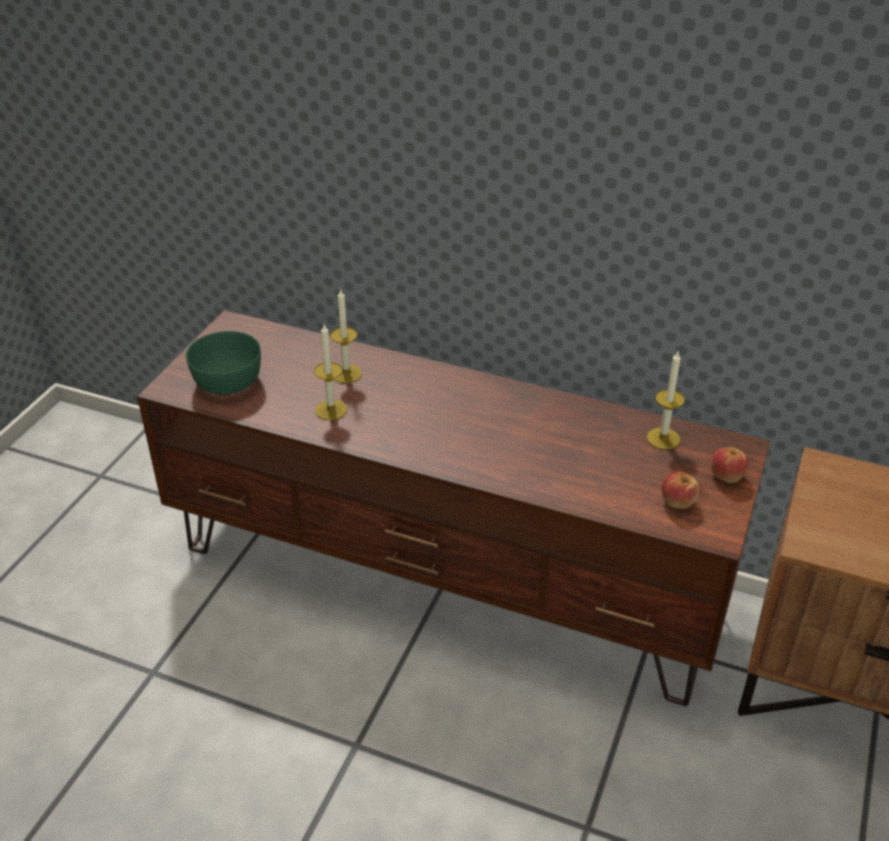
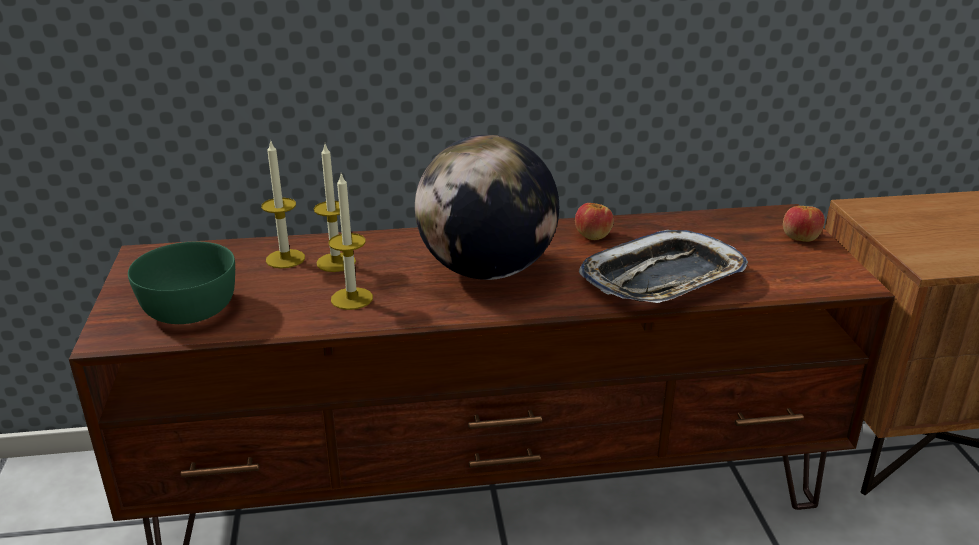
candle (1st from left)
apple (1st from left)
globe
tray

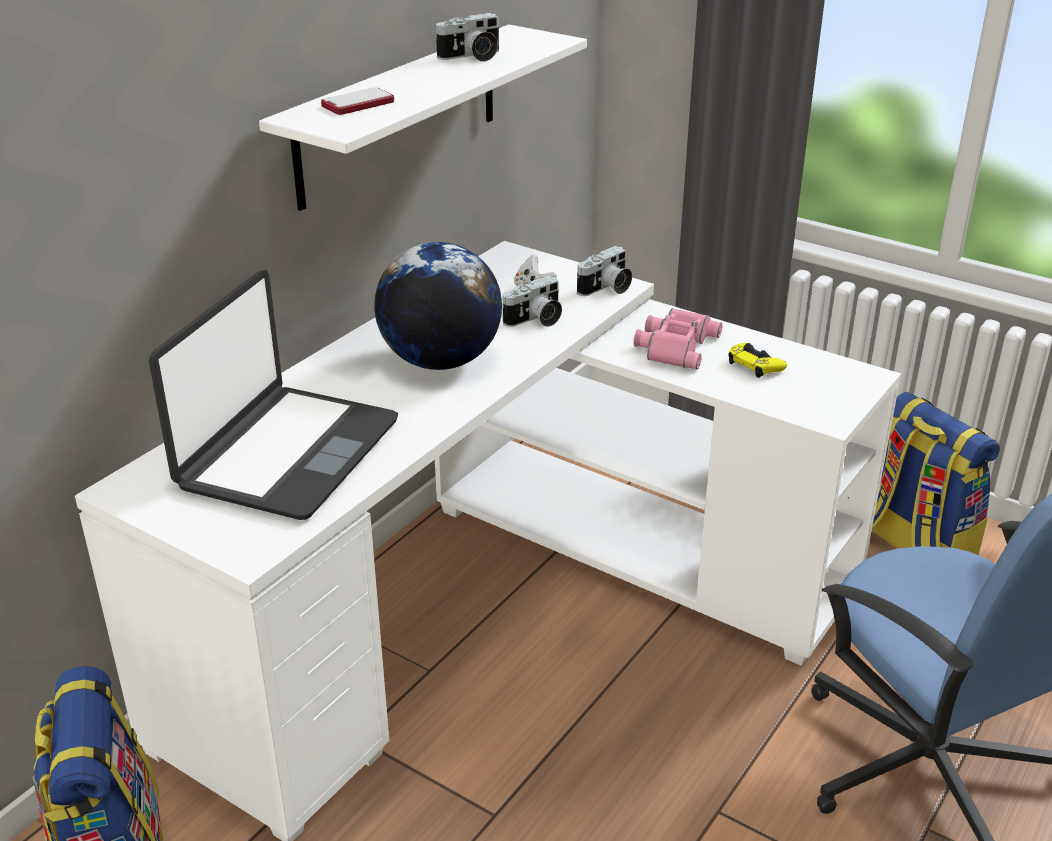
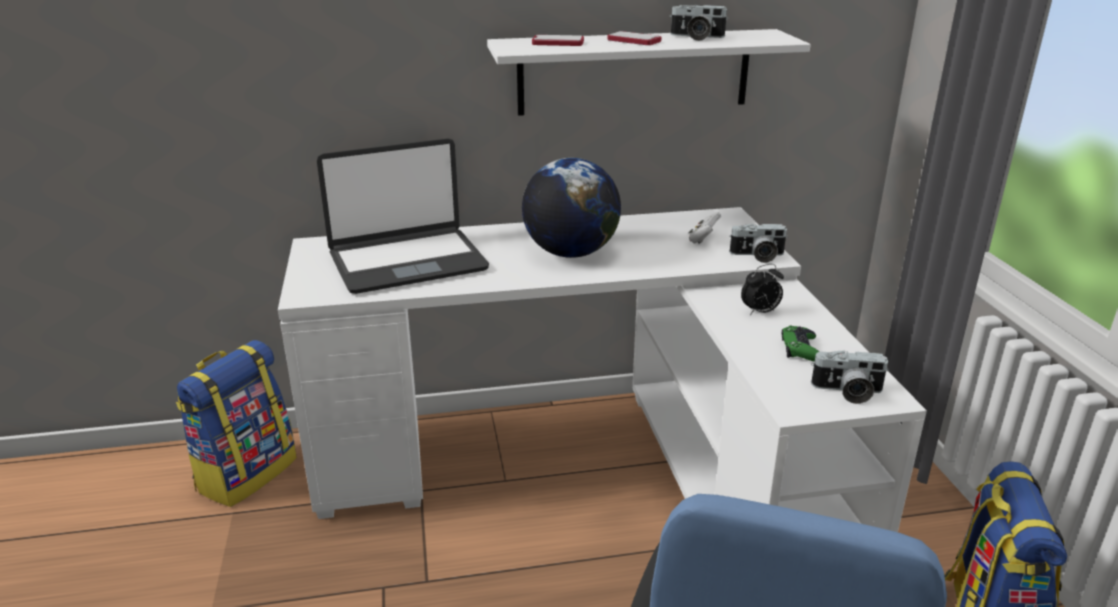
photo camera (3rd from left)
alarm clock
green game controller
phone (2nd from left)

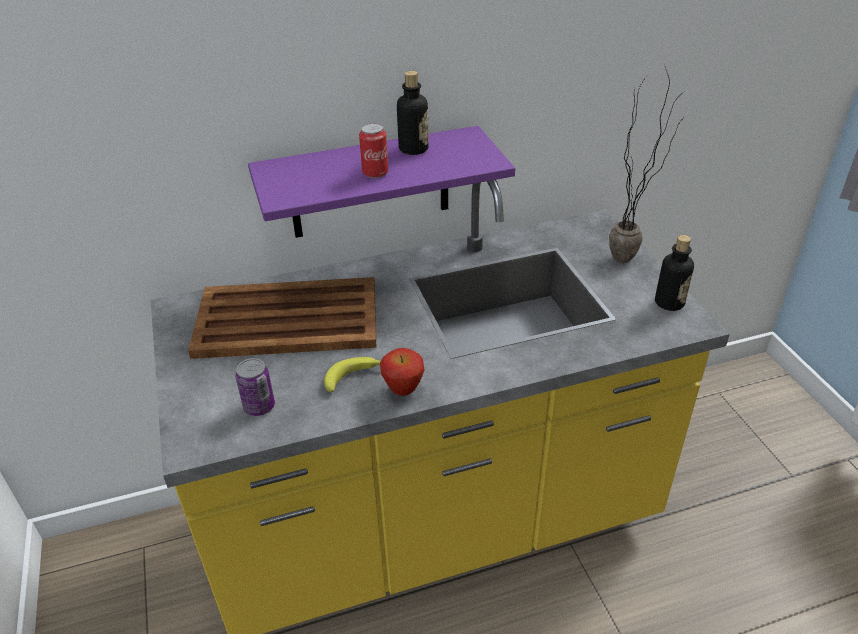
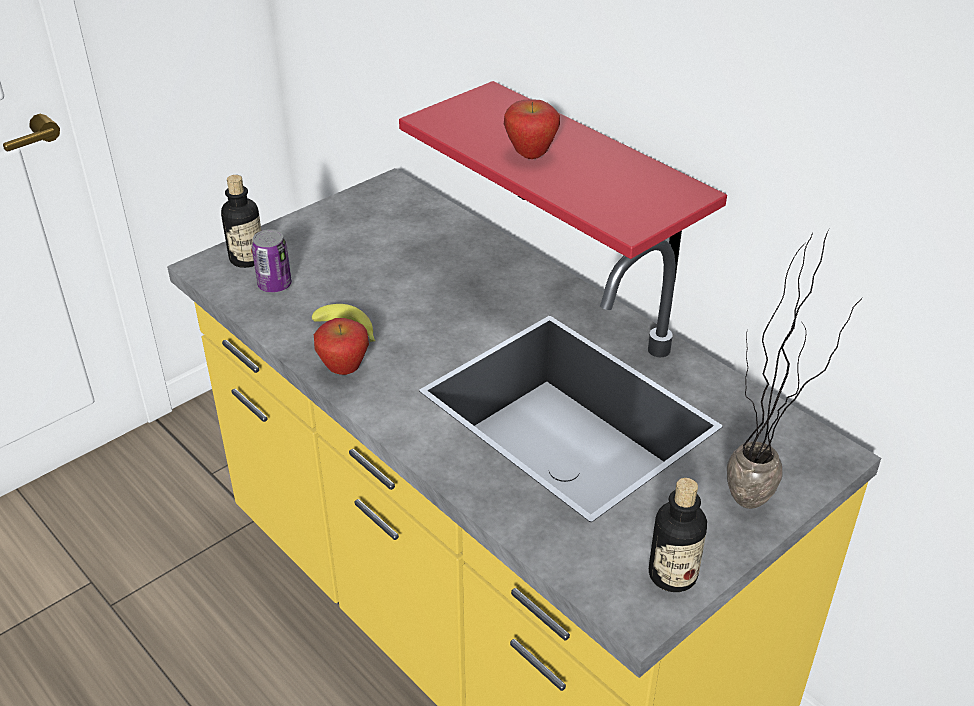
brown tray
red shelf
apple (2nd from left)
bottle (1st from left)

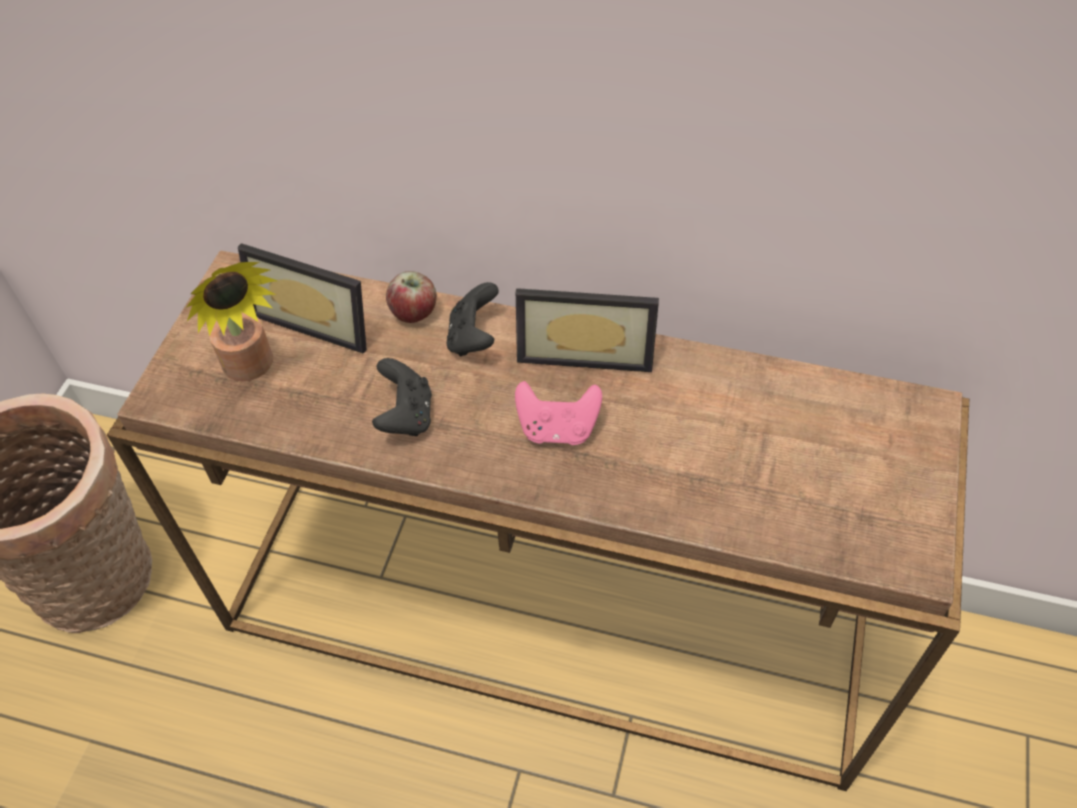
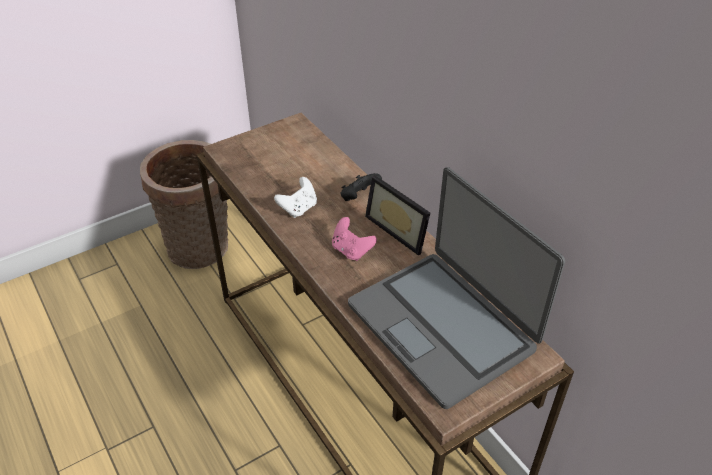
potted plant
picture frame (1st from left in the first image)
white game controller
apple
laptop

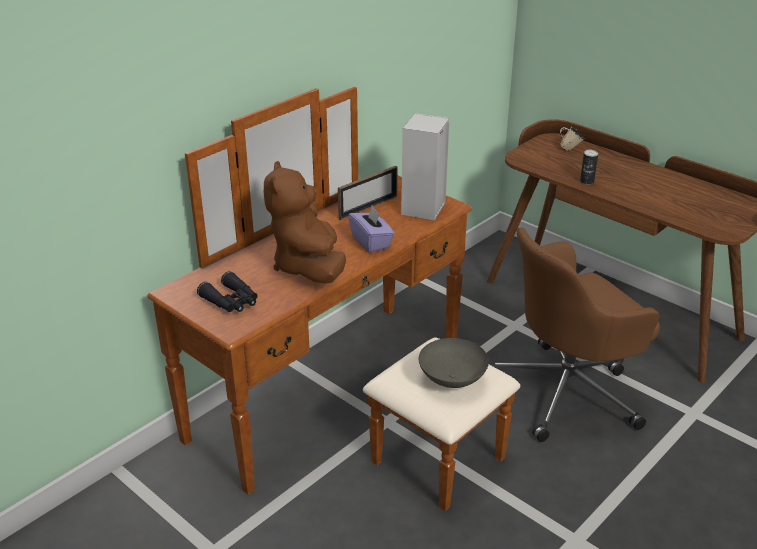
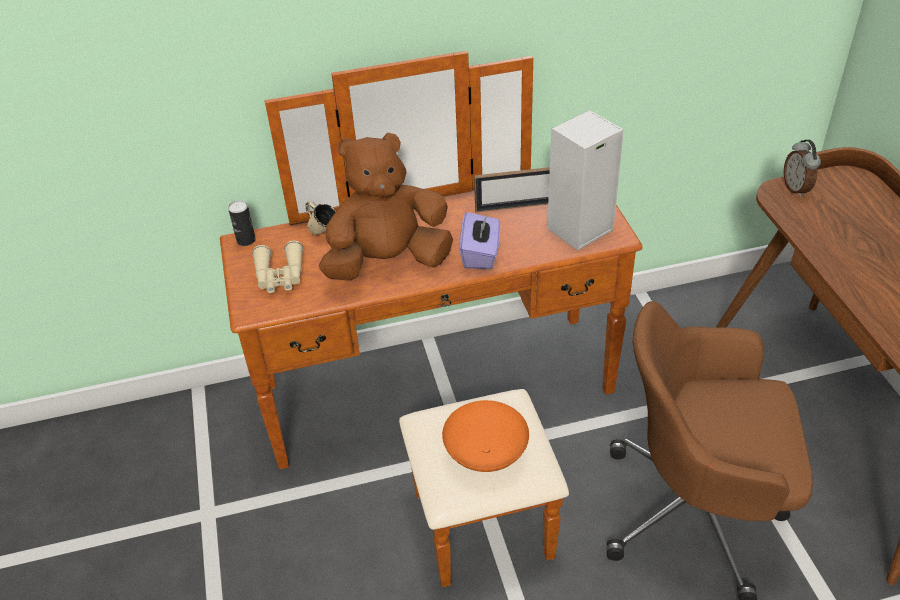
beige binoculars
brown plush toy
orange bowl
beige mug
can
alarm clock

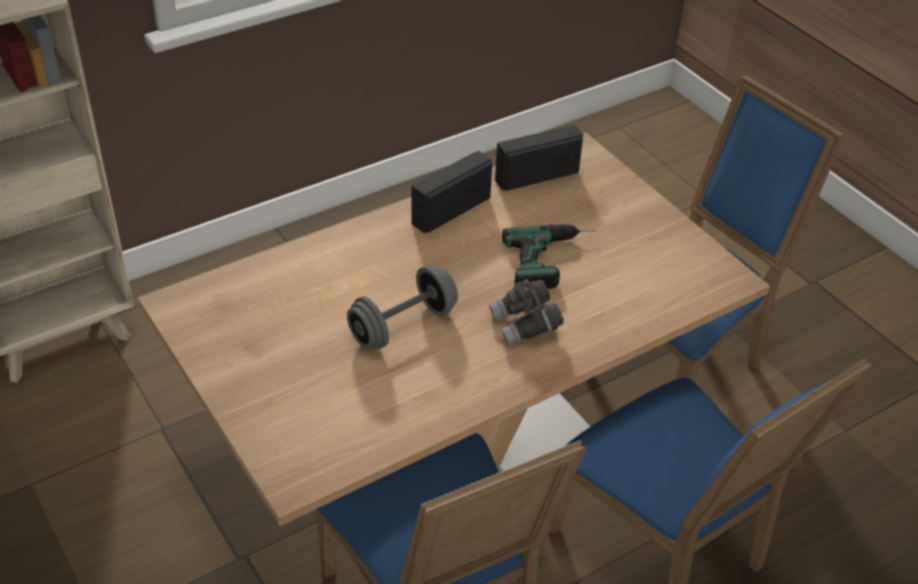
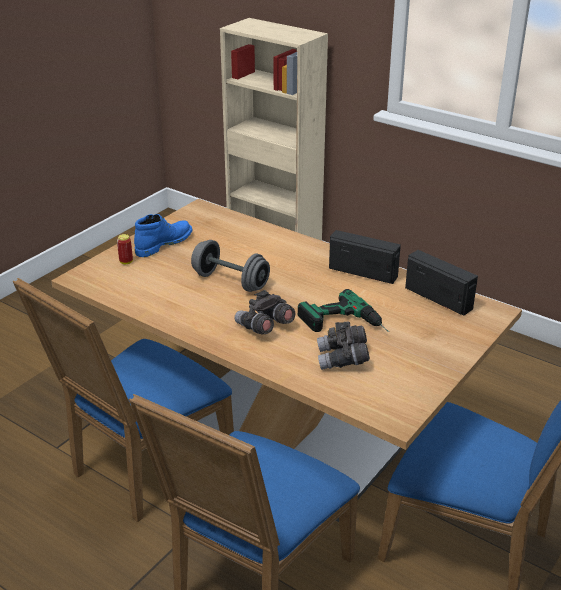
can
blue boot
grey binoculars (2nd from left)

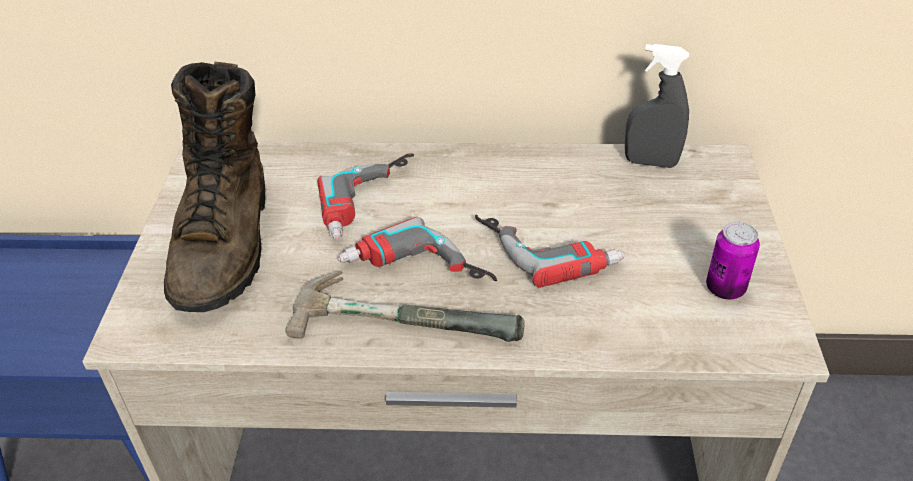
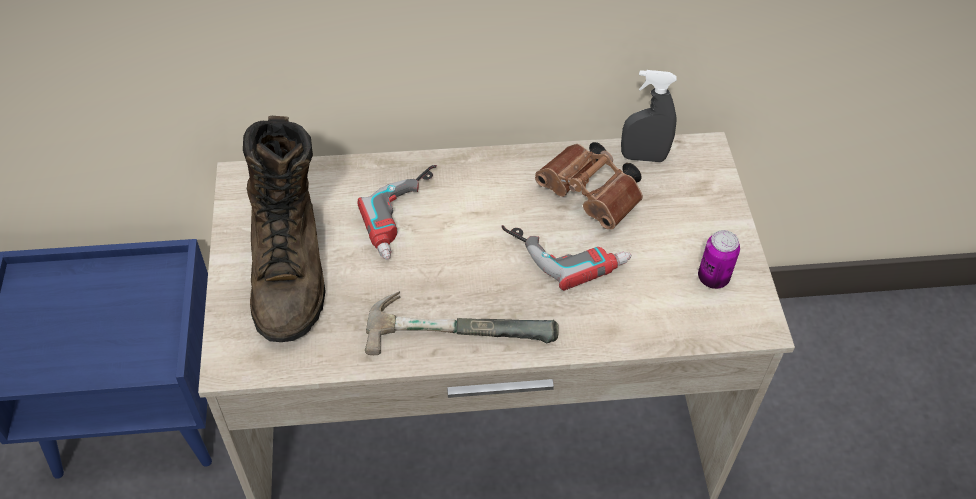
power drill (2nd from left in the first image)
brown binoculars

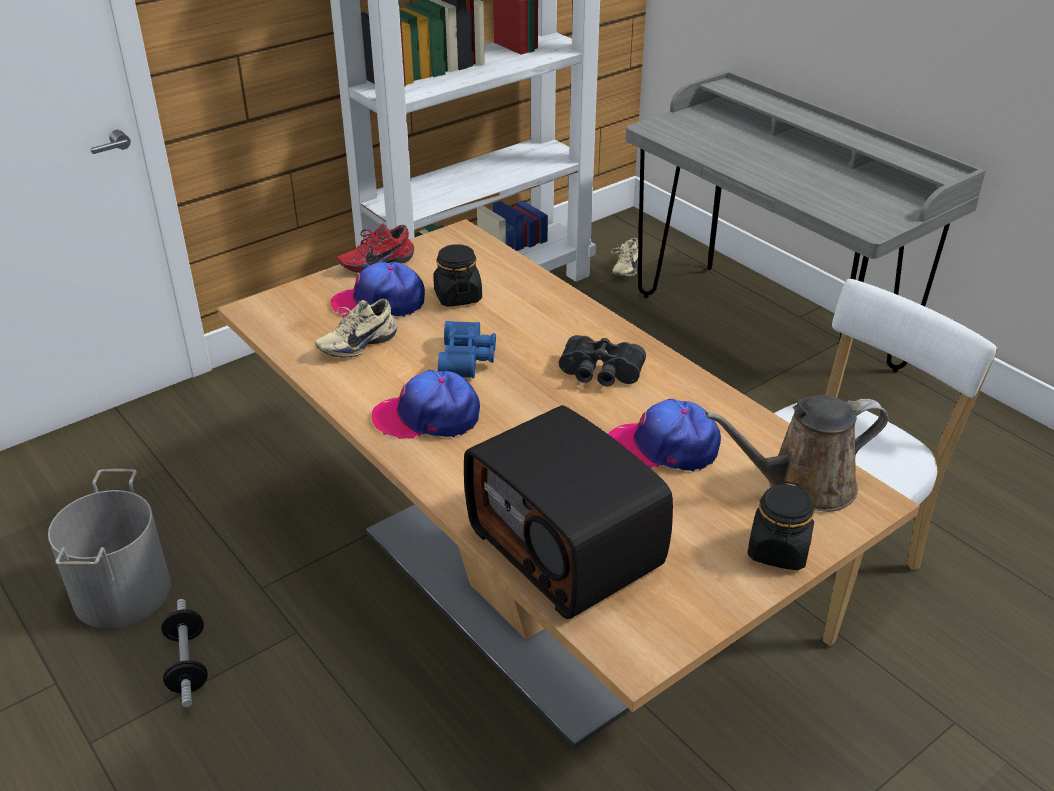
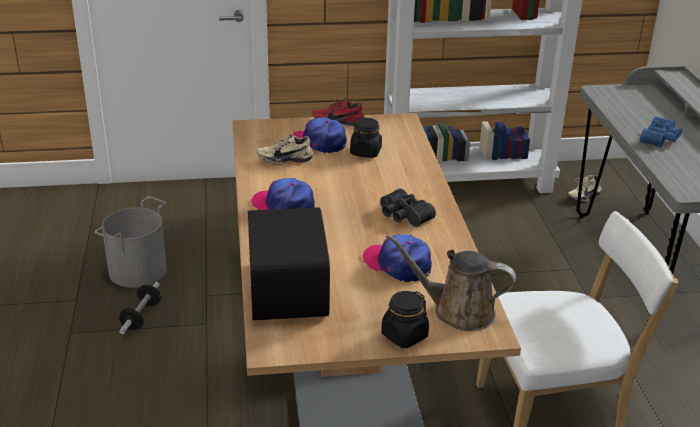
blue binoculars

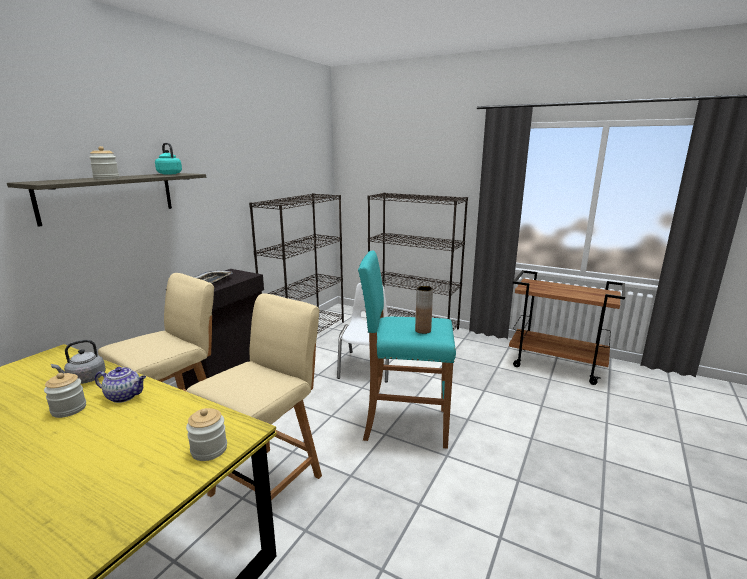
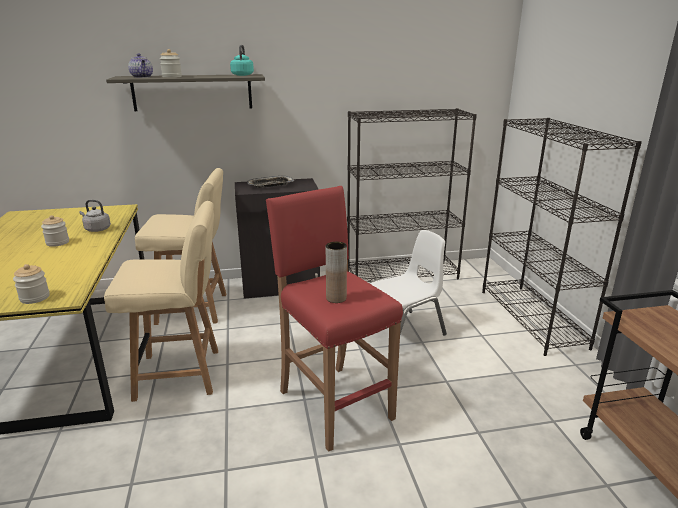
teapot
red stool

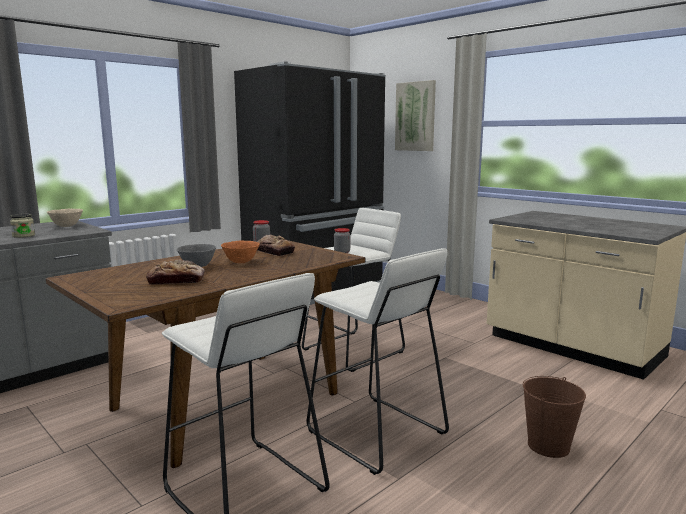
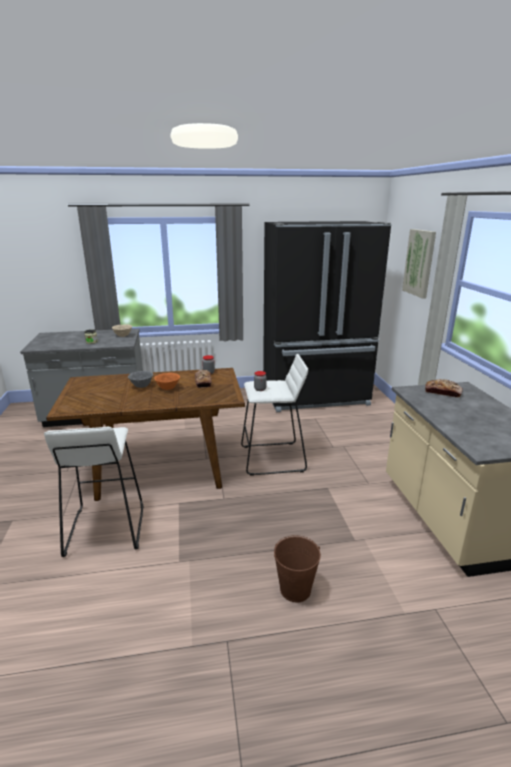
bread (2nd from left)
white stool (3rd from left in the first image)

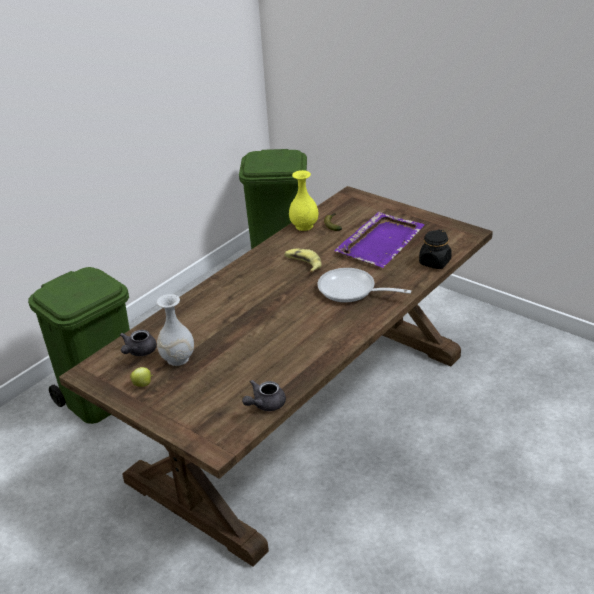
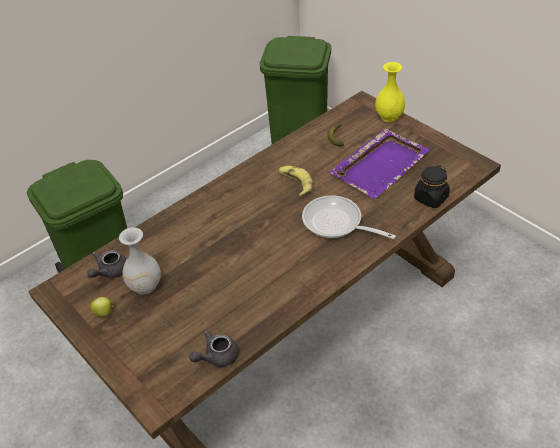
yellow vase

